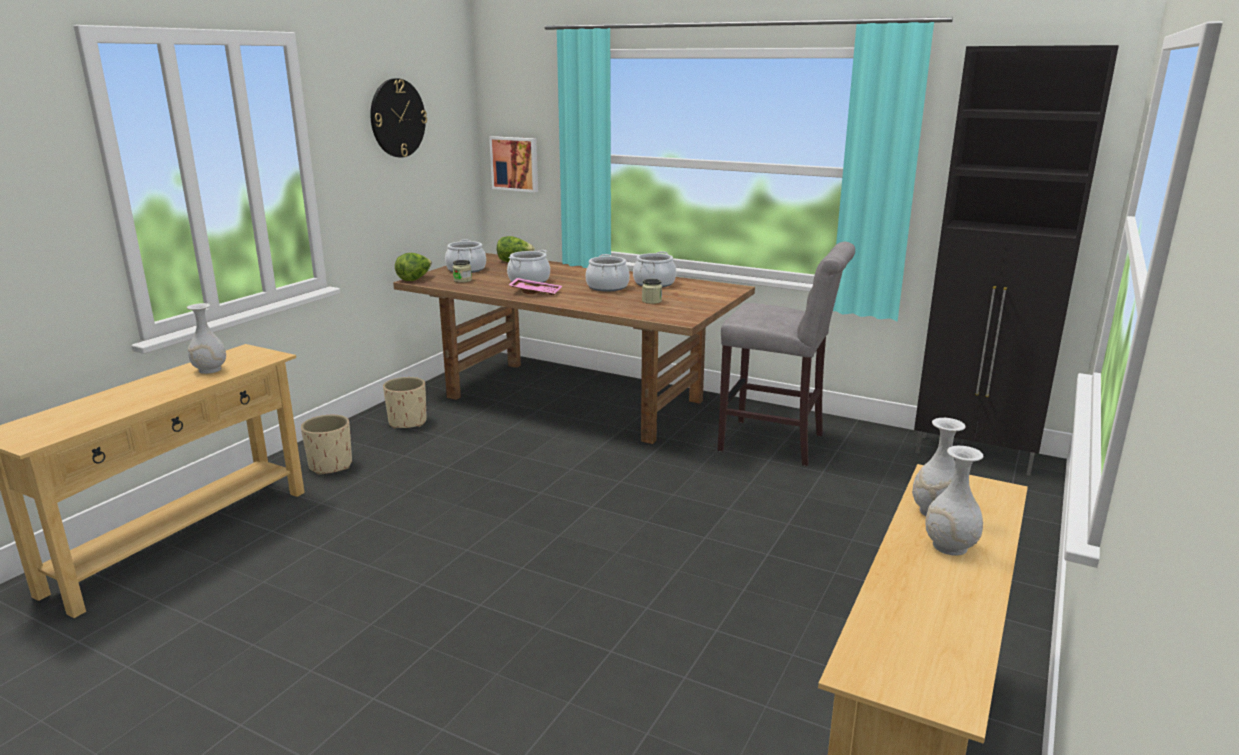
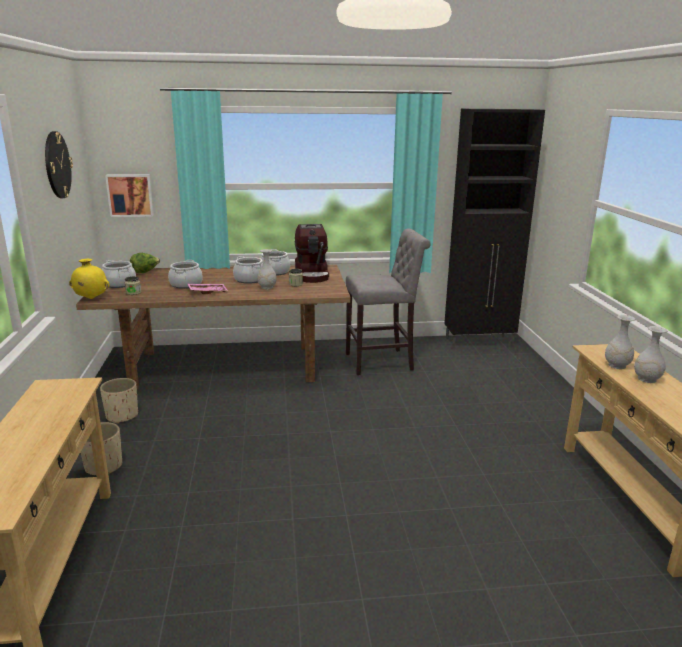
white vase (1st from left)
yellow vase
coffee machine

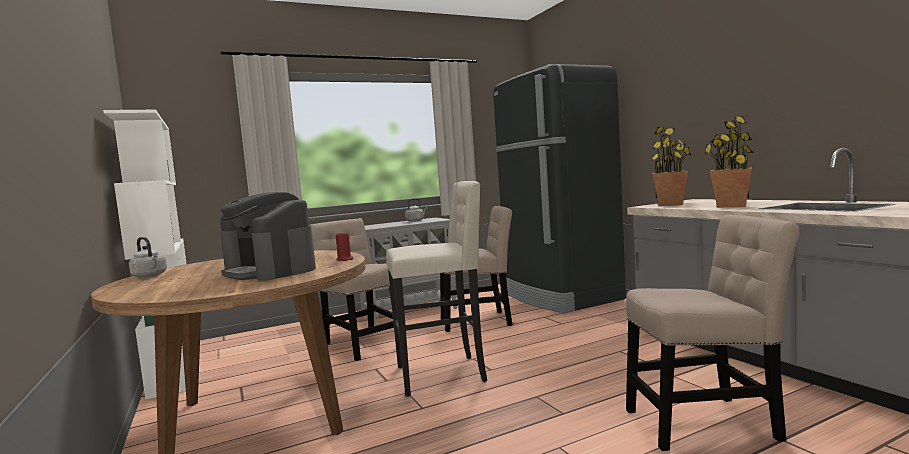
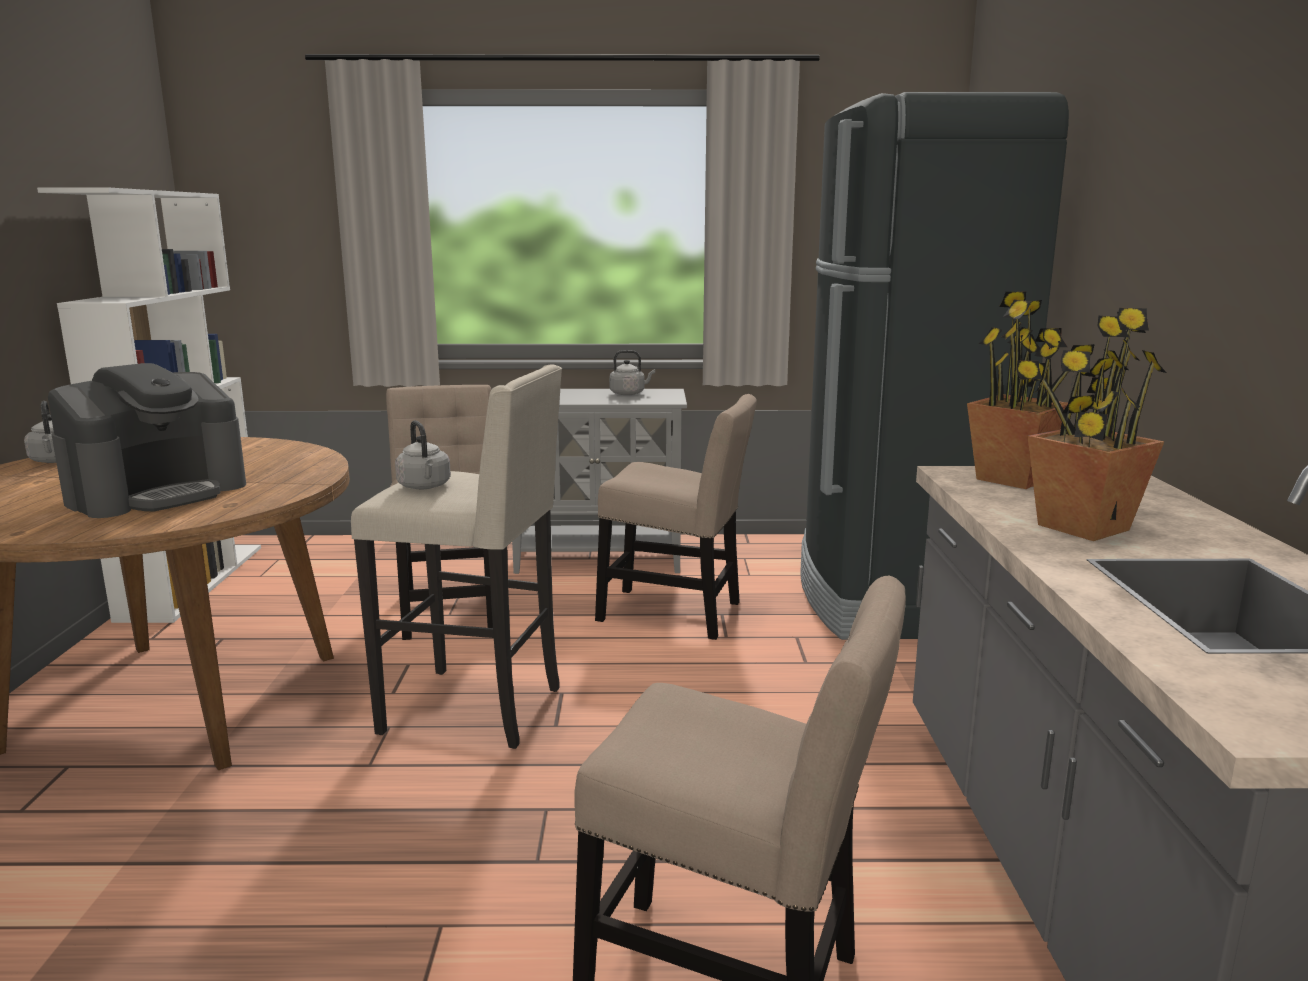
coffee machine
red candle
grey kettle (2nd from left)

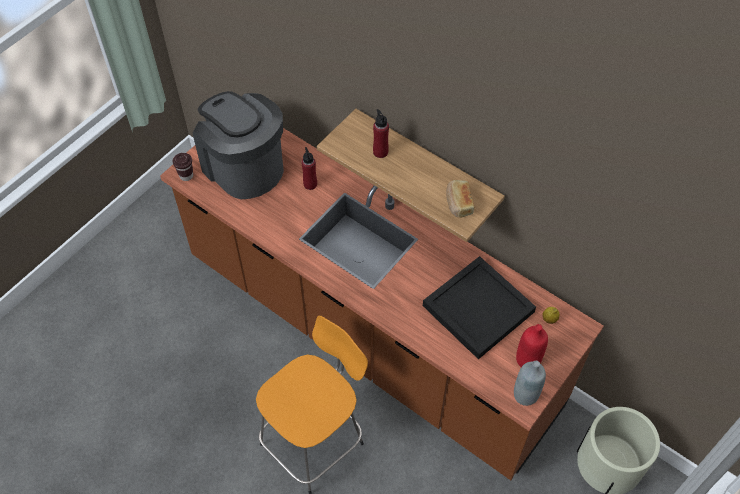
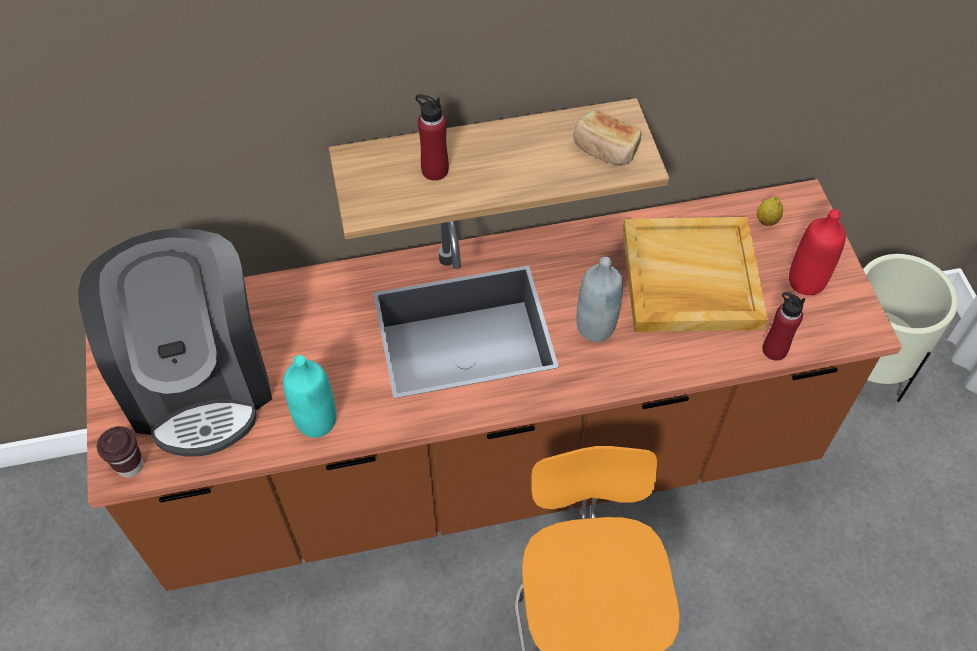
coffee machine
red bottle (2nd from left)
beige tray
grey bottle
turquoise bottle

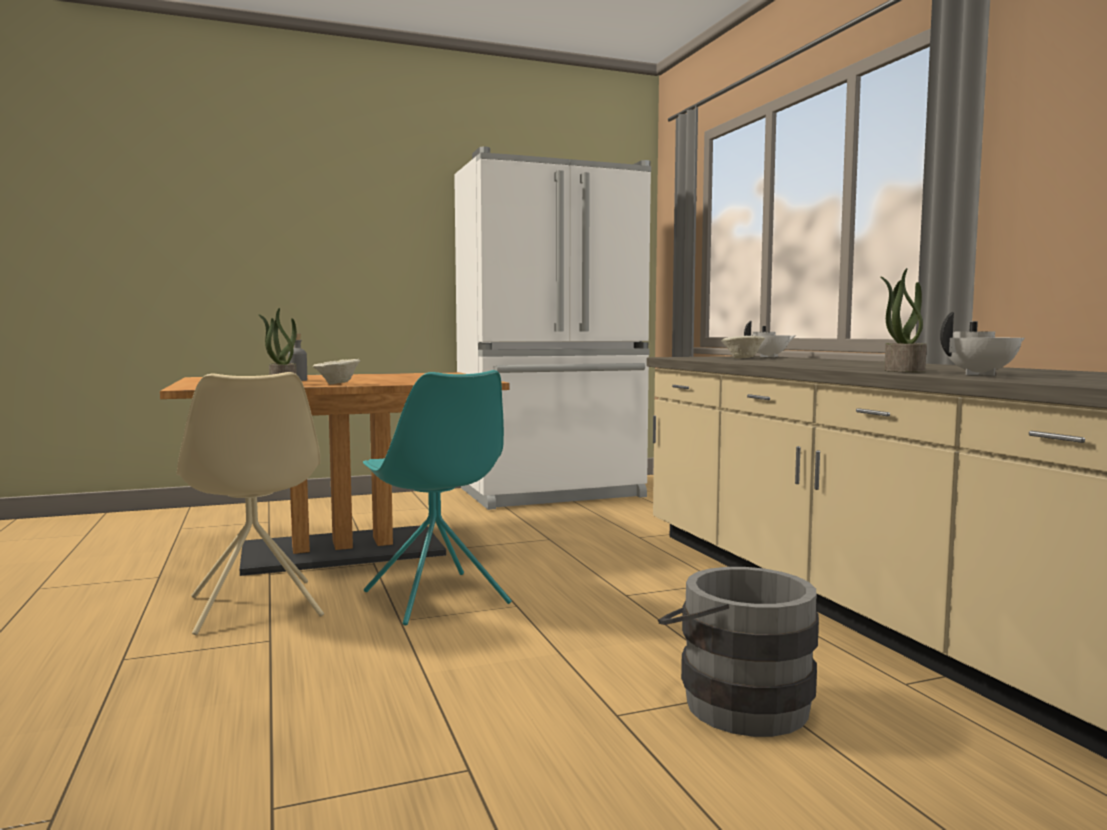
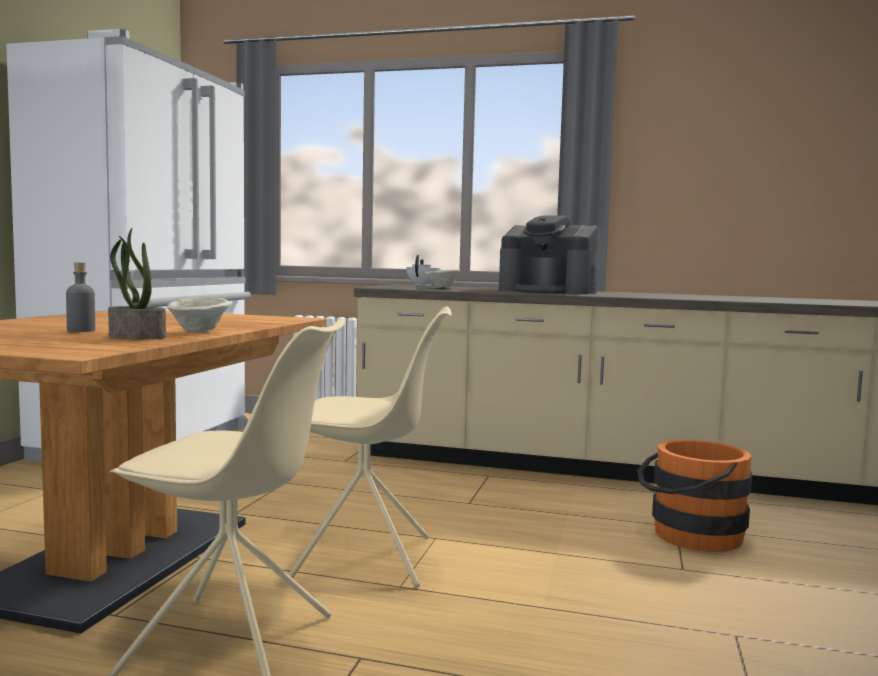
beige chair (2nd from left)
orange bucket
potted plant (2nd from left in the first image)
white teapot (2nd from left in the first image)
coffee machine

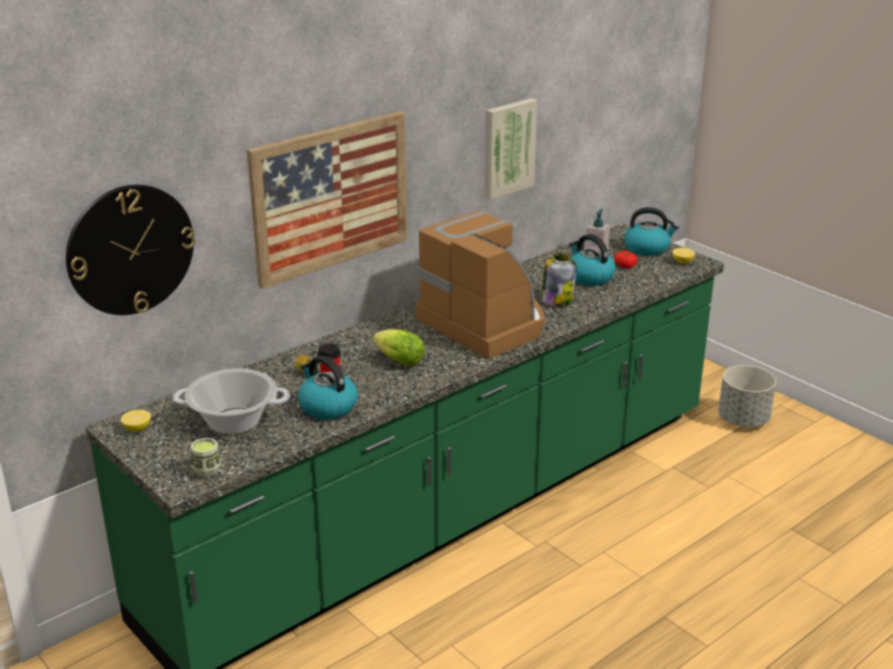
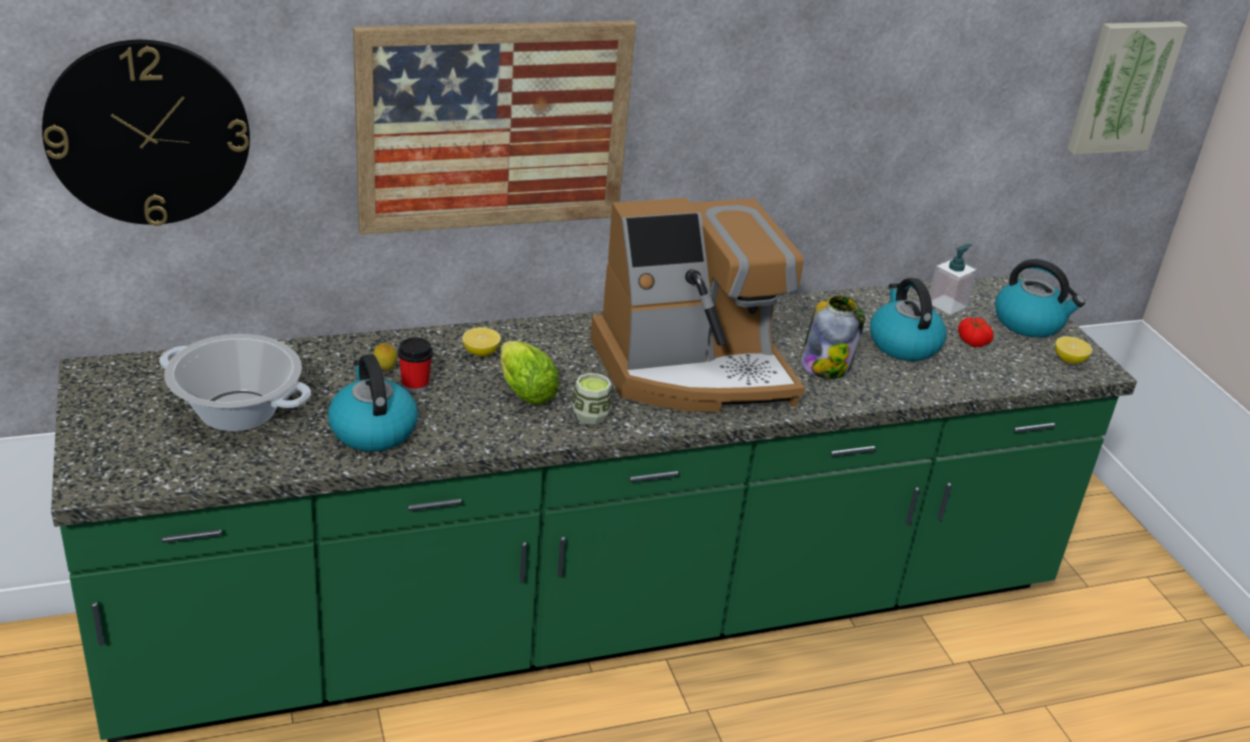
lemon (2nd from left)
cup (2nd from left)
coffee machine
picture (2nd from left)
grey planter

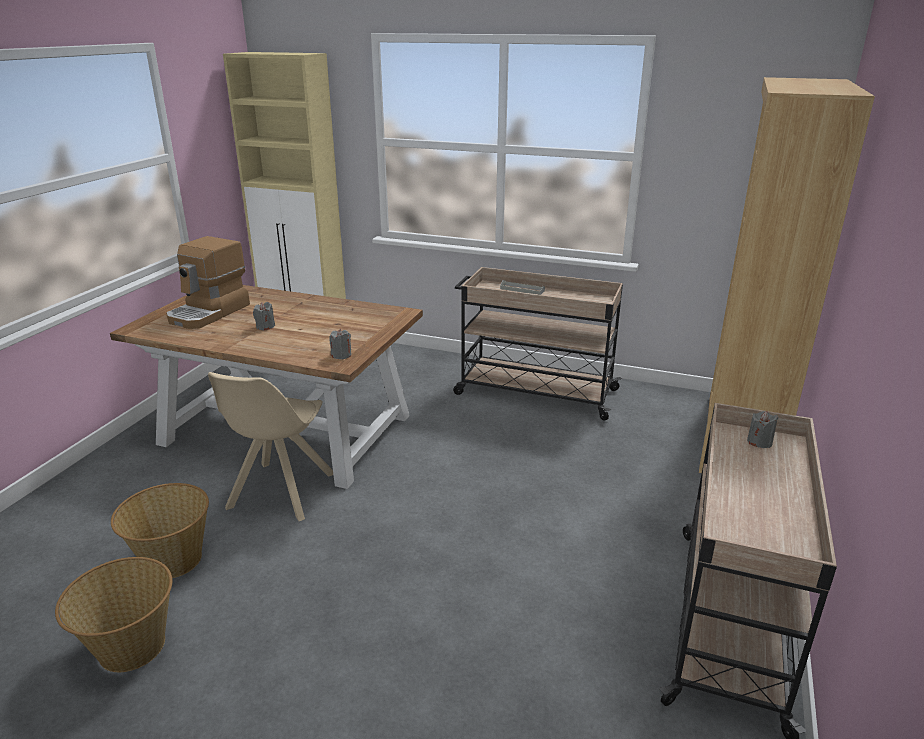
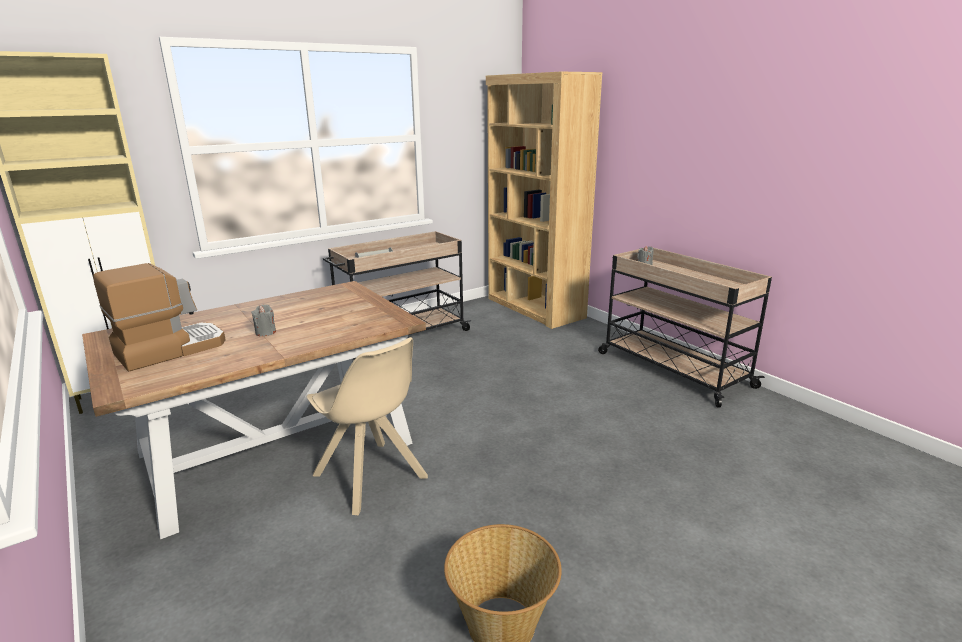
basket (2nd from left in the first image)
coffee machine
grey candle (2nd from left in the first image)

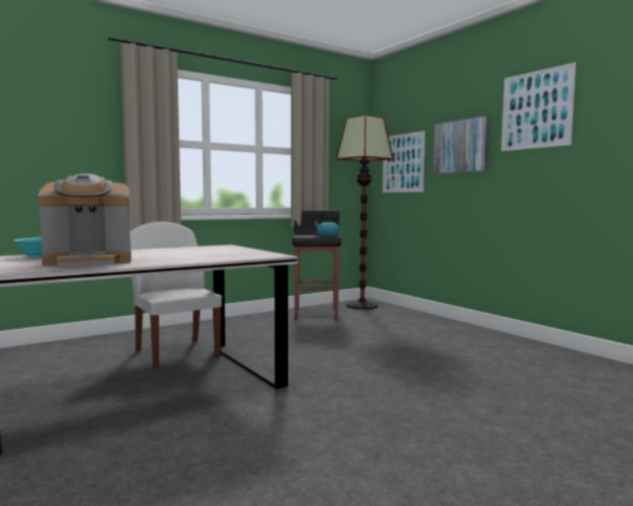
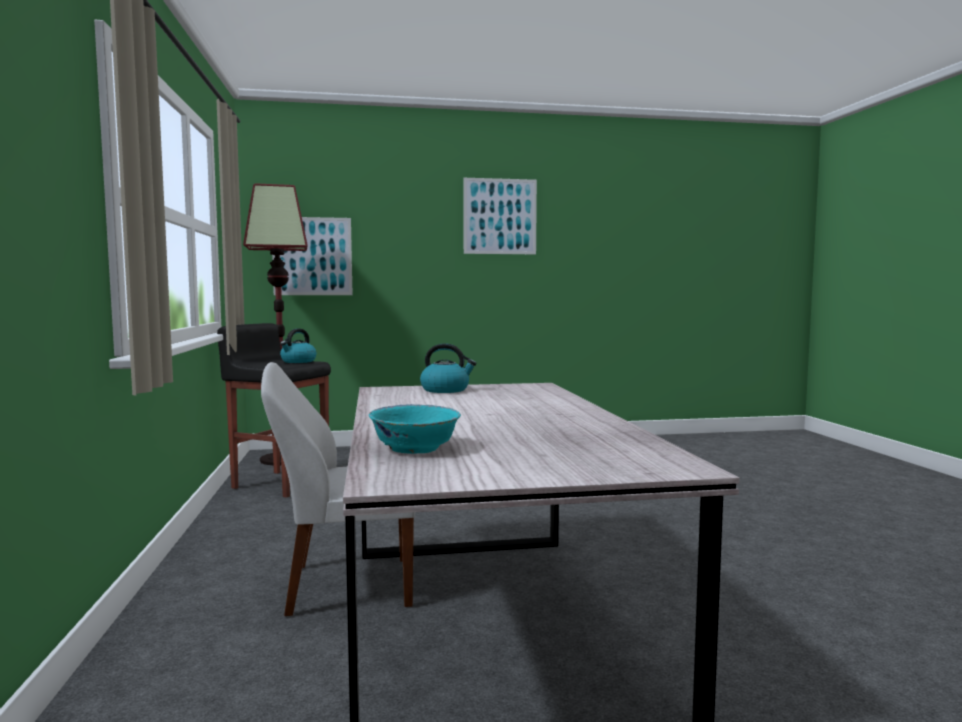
coffee machine
picture (2nd from left in the first image)
kettle (2nd from left)

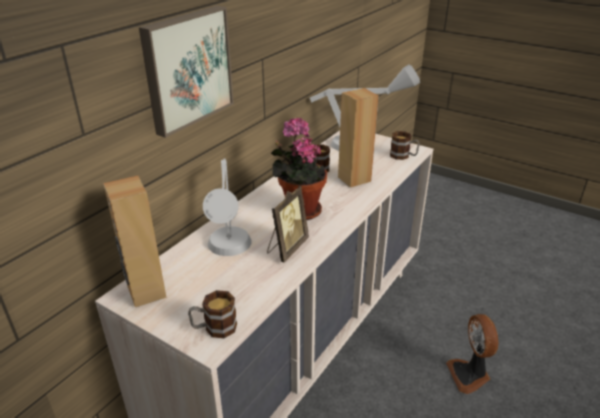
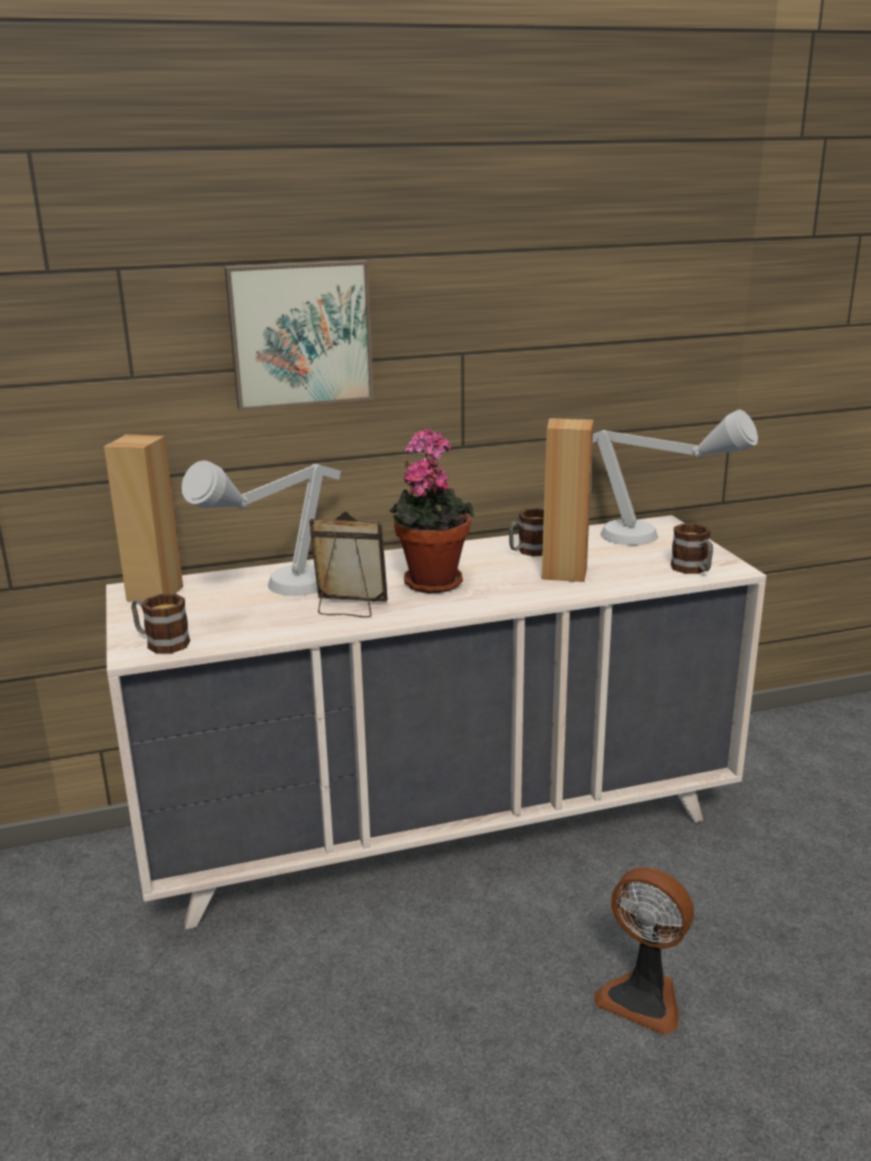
picture frame
fan

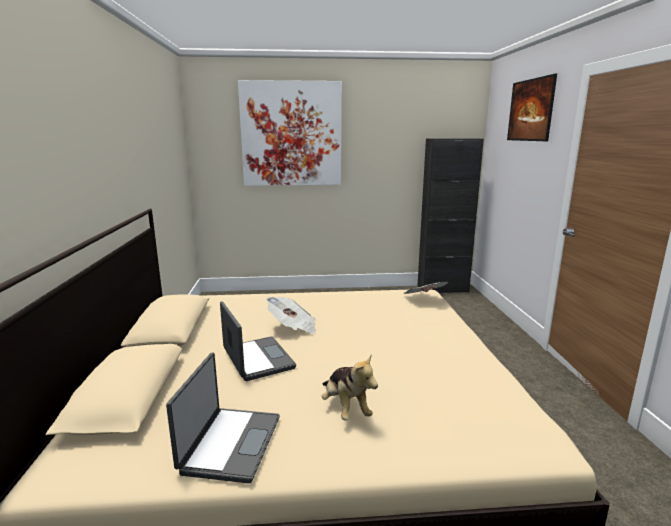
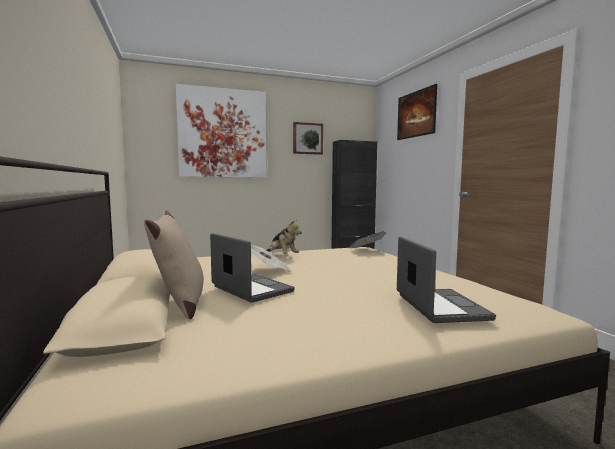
laptop (2nd from left)
plush toy
beige pillow
picture (2nd from left)

